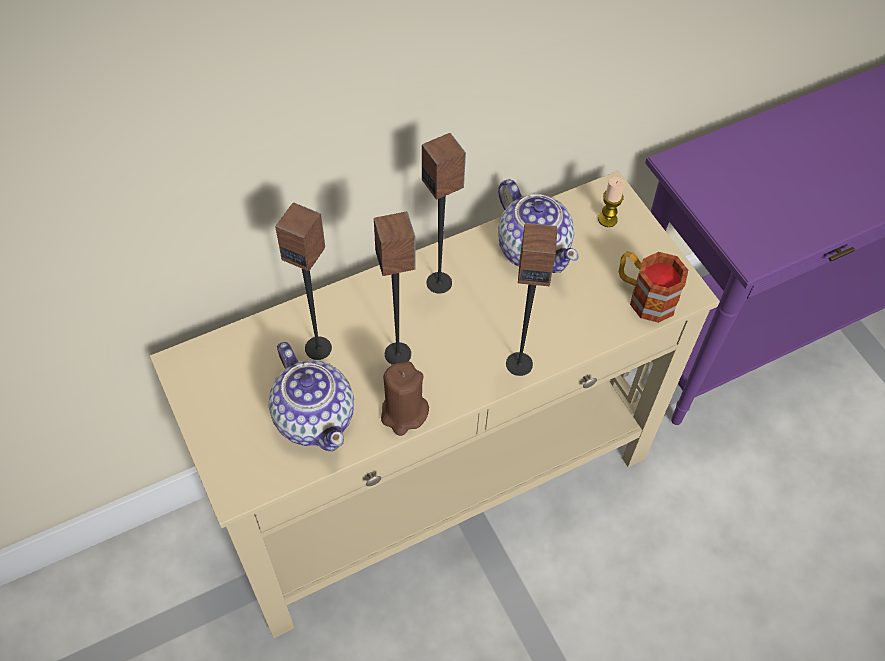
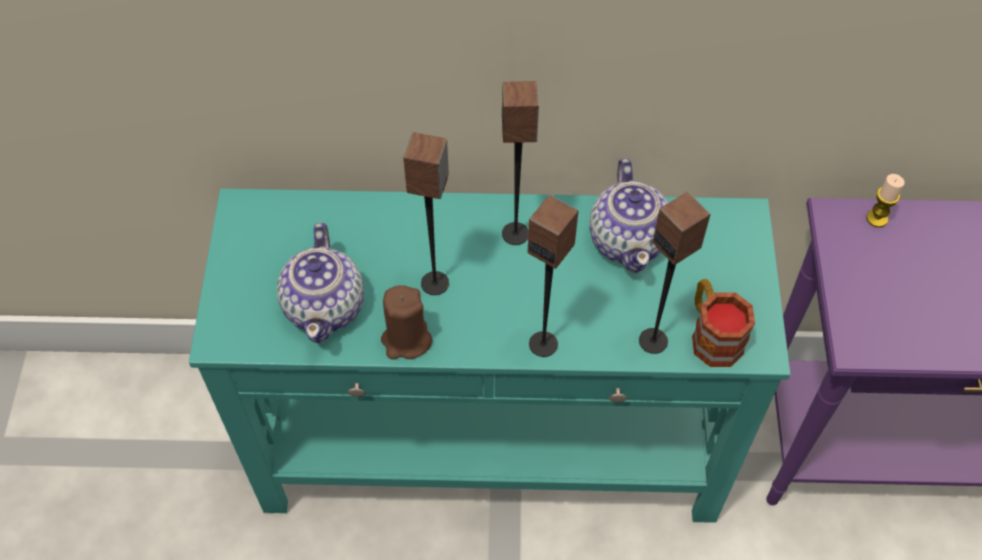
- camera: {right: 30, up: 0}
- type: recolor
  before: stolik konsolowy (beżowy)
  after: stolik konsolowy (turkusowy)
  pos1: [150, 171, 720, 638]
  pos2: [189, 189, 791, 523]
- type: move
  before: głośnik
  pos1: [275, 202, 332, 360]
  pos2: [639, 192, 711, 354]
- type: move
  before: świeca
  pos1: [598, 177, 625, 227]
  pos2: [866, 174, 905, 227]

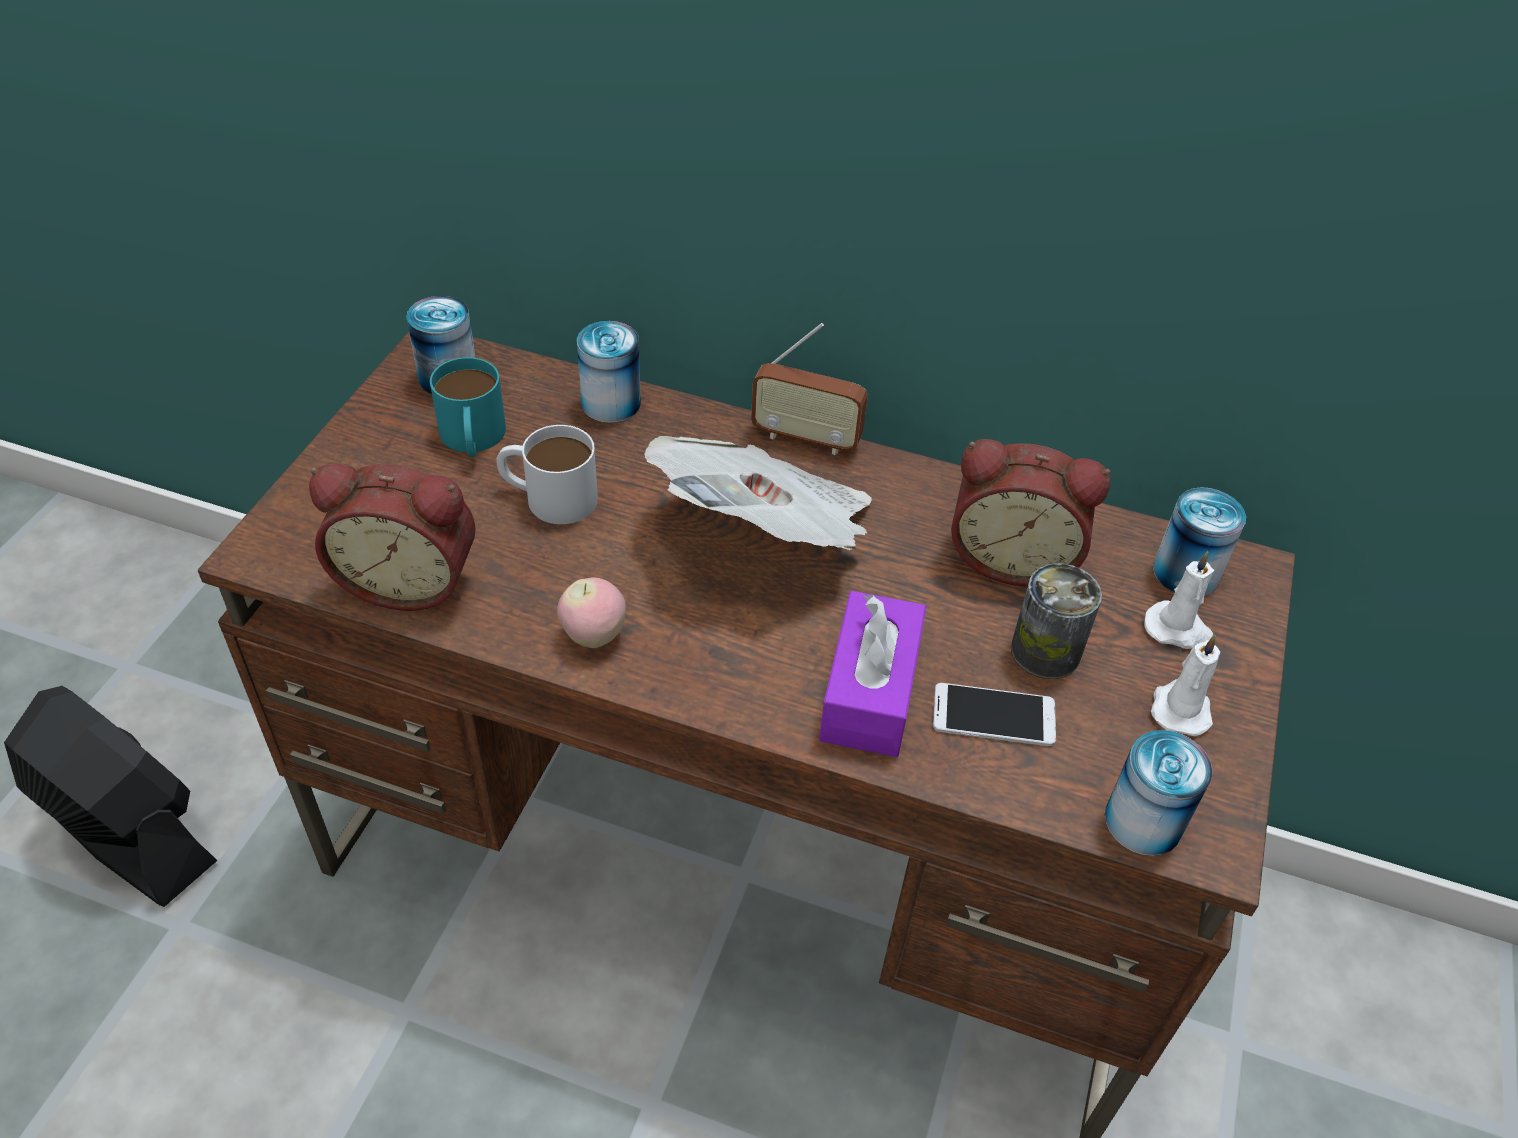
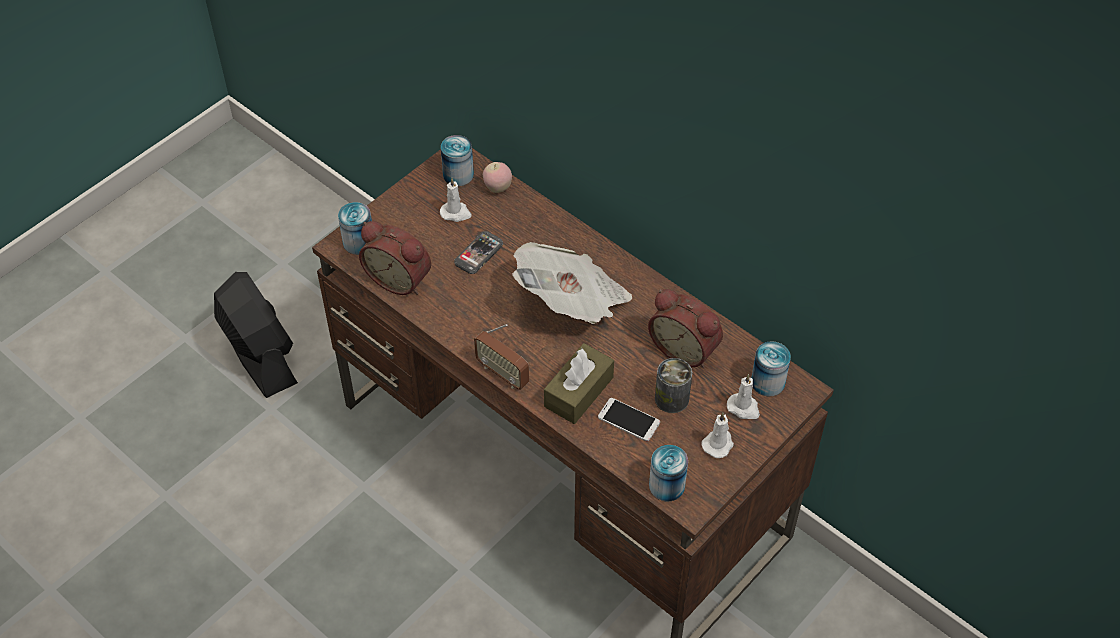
- camera: {right: 25, up: 5}
- type: move
  before: puszka
  pos1: [577, 321, 641, 423]
  pos2: [338, 202, 372, 255]
- type: replace
  before: kubek (turkusowy)
  after: świeca (biały)
  pos1: [430, 357, 506, 457]
  pos2: [440, 178, 472, 222]
- type: replace
  before: kubek (biały)
  after: telefon
  pos1: [496, 425, 598, 524]
  pos2: [454, 231, 503, 274]
- type: move
  before: radio
  pos1: [751, 323, 868, 455]
  pos2: [474, 324, 529, 390]
- type: move
  before: jabłko
  pos1: [557, 577, 626, 648]
  pos2: [483, 162, 512, 193]
- type: recolor
  before: pudełko chusteczek (fioletowy)
  after: pudełko chusteczek (brązowy)
  pos1: [819, 591, 926, 757]
  pos2: [544, 343, 614, 424]

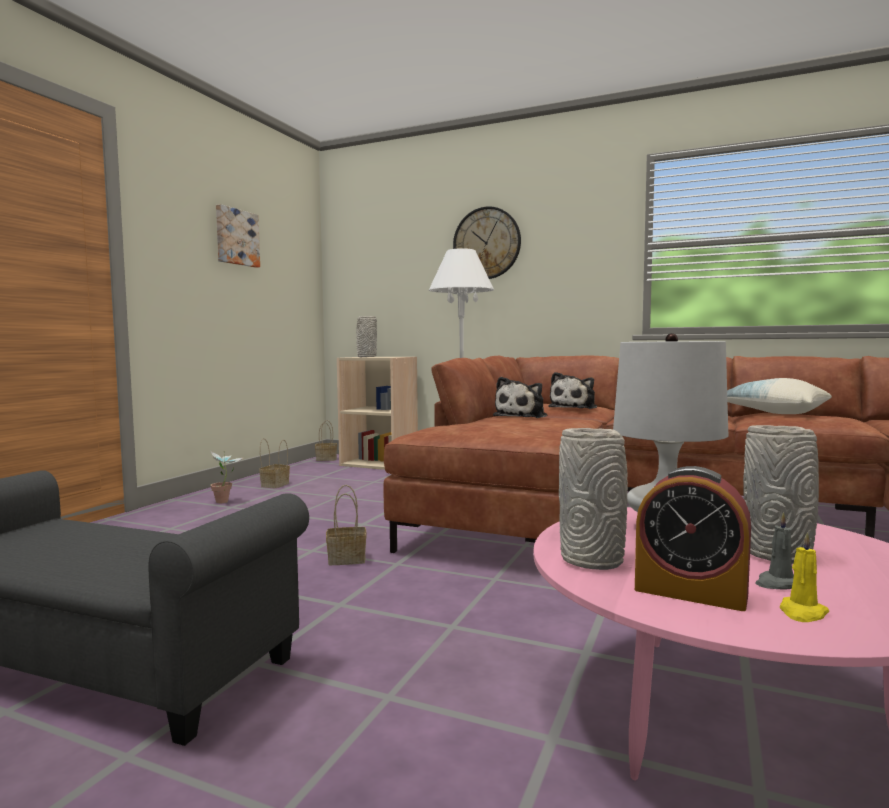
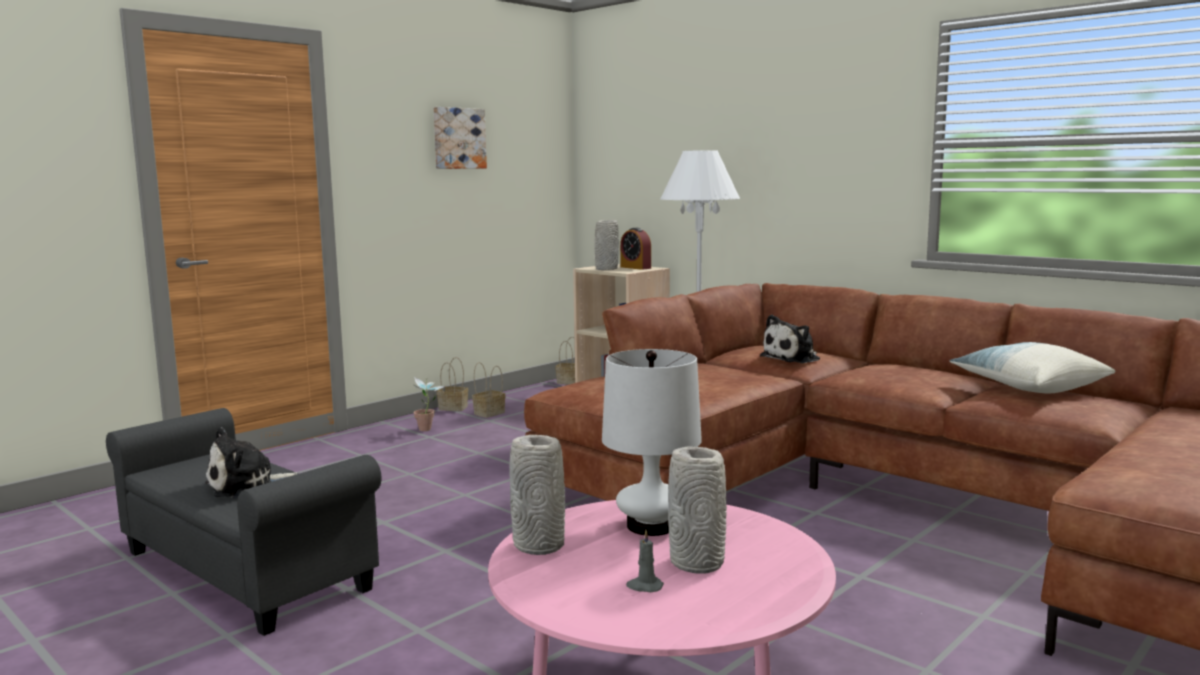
- camera: {right: 20, up: 5}
- type: move
  before: pluszak
  pos1: [493, 377, 547, 418]
  pos2: [205, 427, 298, 498]
- type: move
  before: koszyk
  pos1: [326, 485, 367, 565]
  pos2: [437, 357, 468, 411]
- type: move
  before: budzik
  pos1: [635, 466, 751, 611]
  pos2: [620, 228, 651, 270]
- type: delete
  before: zegar ścienny
  pos1: [453, 206, 521, 279]
- type: delete
  before: świeca (żółty)
  pos1: [780, 532, 829, 622]

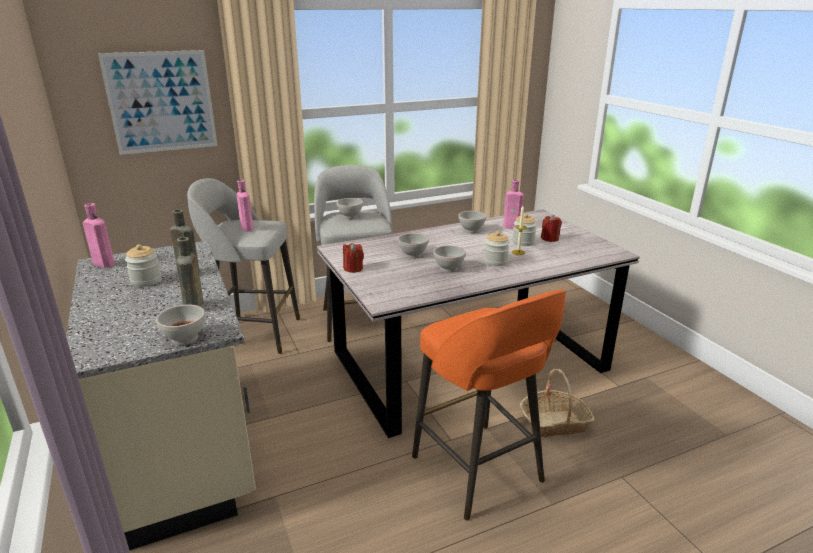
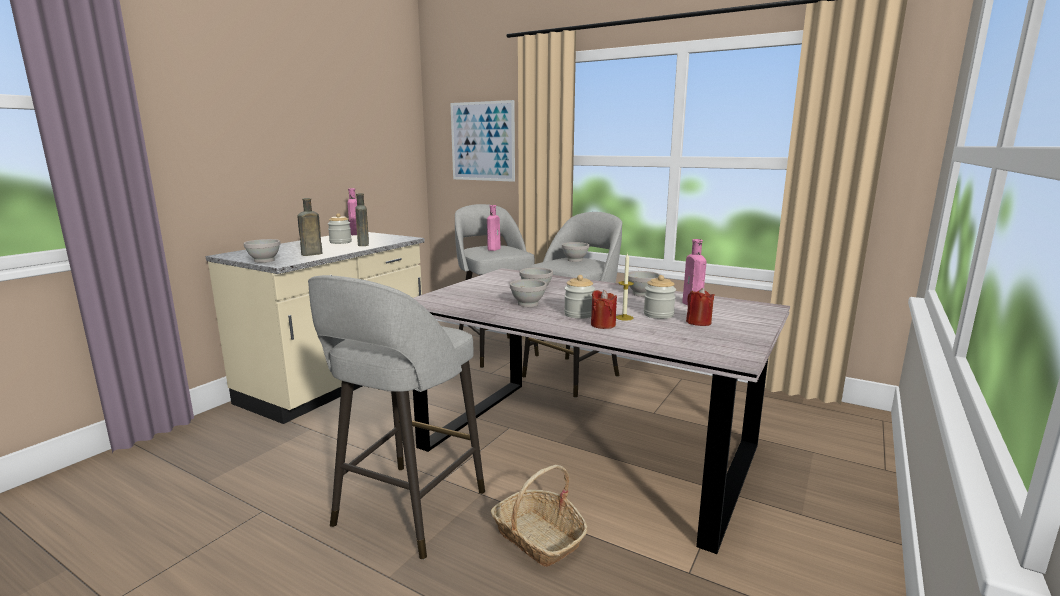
- camera: {right: 55, up: -10}
- type: recolor
  before: stołek (pomarańczowy)
  after: stołek (szary)
  pos1: [412, 289, 566, 520]
  pos2: [308, 275, 485, 560]
- type: move
  before: świeca (czerwony)
  pos1: [343, 243, 364, 273]
  pos2: [591, 290, 617, 329]

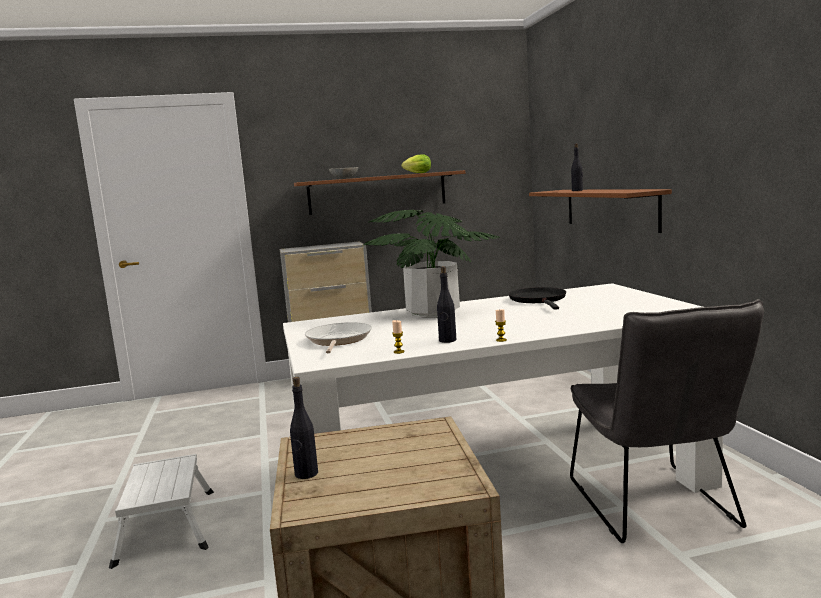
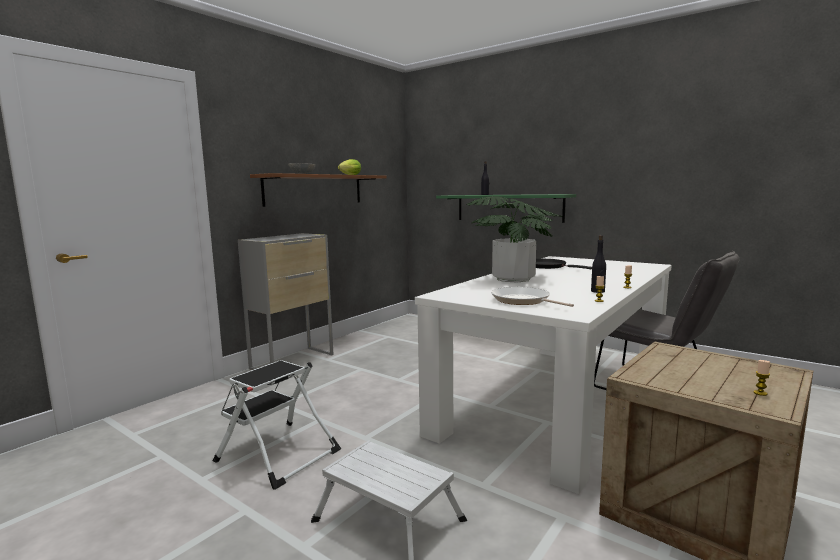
- camera: {right: -40, up: 0}
- type: insert
  after: drabinka
  pos2: [212, 360, 341, 490]
- type: recolor
  before: półka (brązowy)
  after: półka (zielony)
  pos1: [529, 189, 672, 233]
  pos2: [436, 194, 576, 223]
- type: insert
  after: świeca
  pos2: [753, 360, 770, 396]
- type: delete
  before: butelka (czarny)
  pos1: [290, 377, 318, 479]

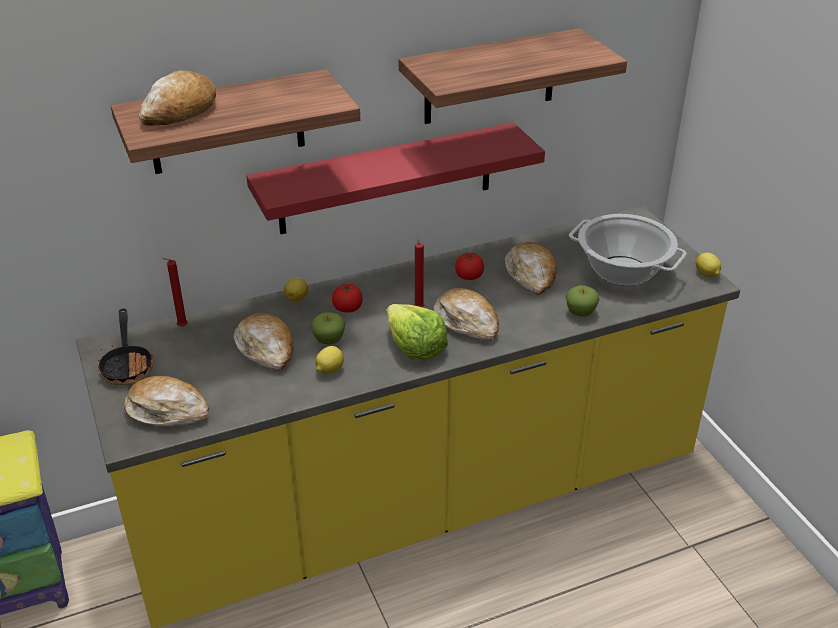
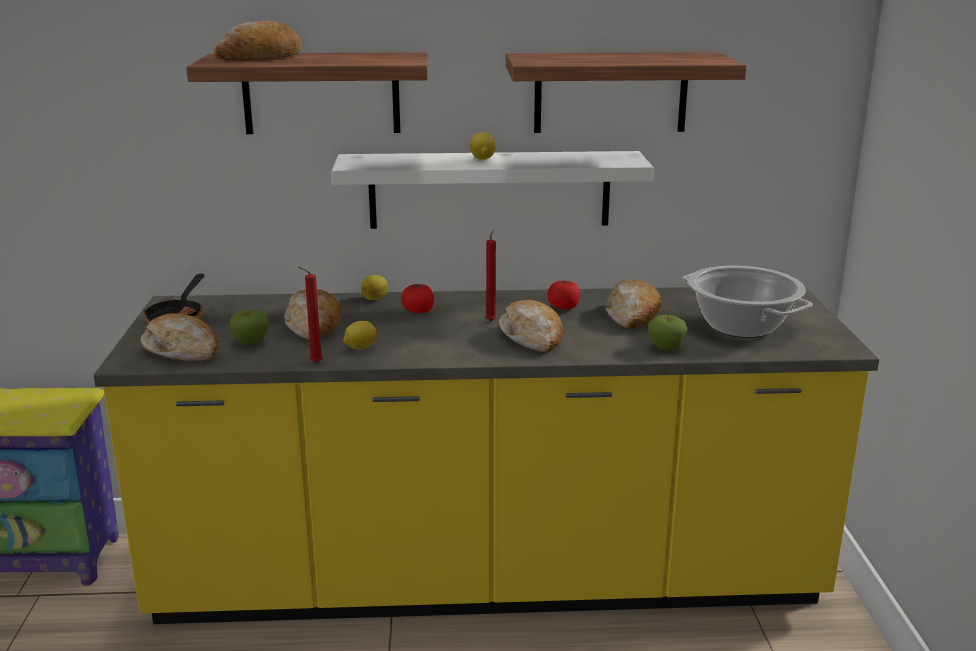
- camera: {right: 20, up: -15}
- type: move
  before: jabłko
  pos1: [311, 312, 345, 344]
  pos2: [229, 310, 269, 345]
- type: move
  before: świeca (czerwony)
  pos1: [161, 258, 188, 327]
  pos2: [299, 267, 323, 363]
- type: recolor
  before: półka (czerwony)
  after: półka (biały)
  pos1: [246, 123, 545, 234]
  pos2: [331, 151, 654, 229]
- type: move
  before: cytryna
  pos1: [696, 253, 721, 278]
  pos2: [470, 132, 496, 160]
- type: delete
  before: sałata
  pos1: [386, 304, 448, 360]

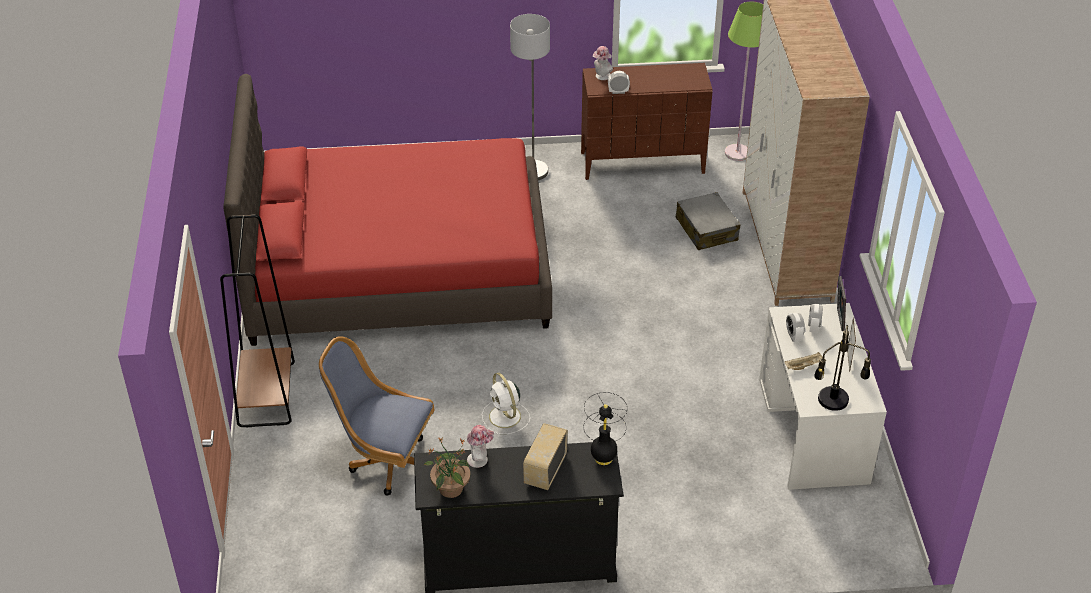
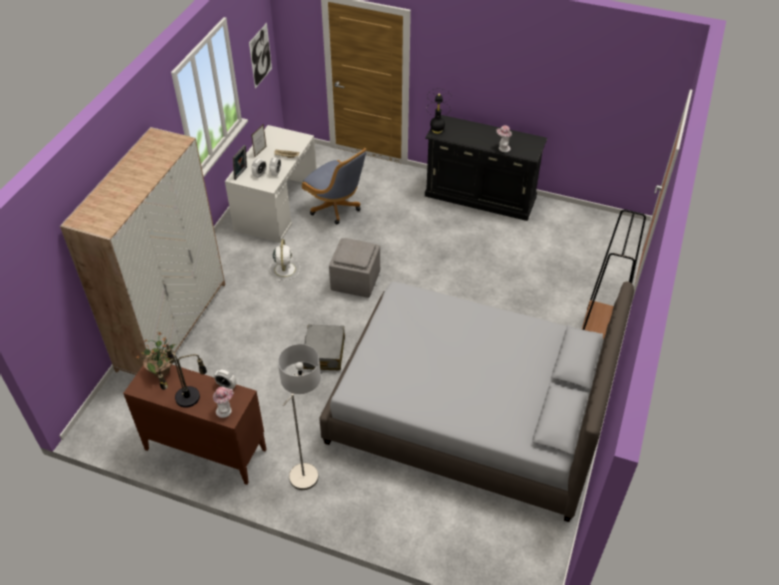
- camera: {right: -155, up: 5}
- type: move
  before: roślina doniczkowa
  pos1: [423, 437, 471, 498]
  pos2: [136, 331, 176, 377]
- type: move
  before: lampa stołowa
  pos1: [814, 325, 871, 411]
  pos2: [158, 344, 207, 408]
- type: insert
  after: obraz
  pos2: [249, 23, 272, 89]
- type: move
  before: wentylator (biały)
  pos1: [482, 373, 530, 434]
  pos2: [270, 239, 300, 281]
- type: move
  before: krzesło biurowe (niebieski)
  pos1: [319, 336, 434, 496]
  pos2: [302, 148, 366, 225]
- type: move
  before: walizka (szary)
  pos1: [676, 192, 740, 250]
  pos2: [303, 325, 345, 370]
- type: recolor
  before: łóżko (czerwony)
  after: łóżko (szary)
  pos1: [223, 74, 552, 346]
  pos2: [320, 281, 634, 522]
- type: insert
  after: pufa (szary)
  pos2: [329, 238, 380, 298]
- type: delete
  before: radio
  pos1: [523, 423, 568, 490]
- type: delete
  before: lampa stojąca (zielony)
  pos1: [725, 1, 763, 161]

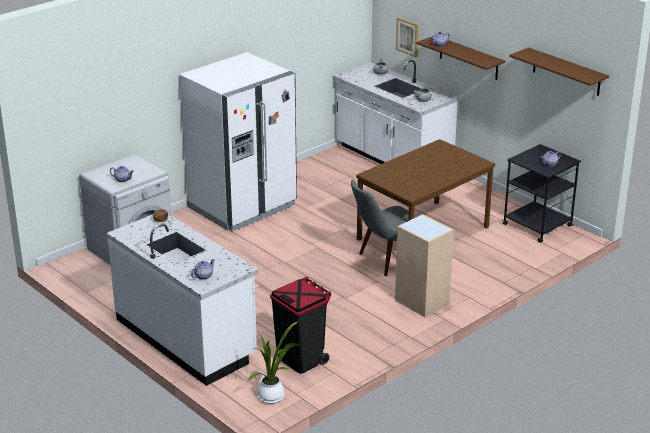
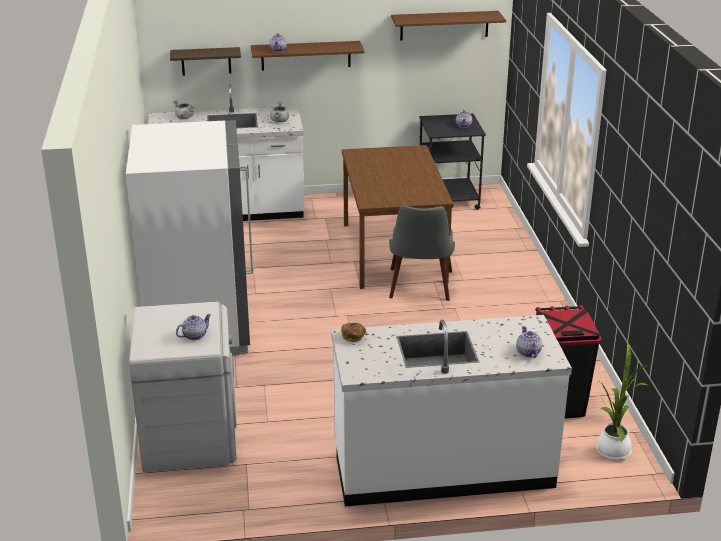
- camera: {right: -55, up: 0}
- type: replace
  before: obraz
  after: półka
  pos1: [396, 17, 419, 57]
  pos2: [170, 47, 241, 76]
- type: delete
  before: regał
  pos1: [395, 214, 454, 317]

